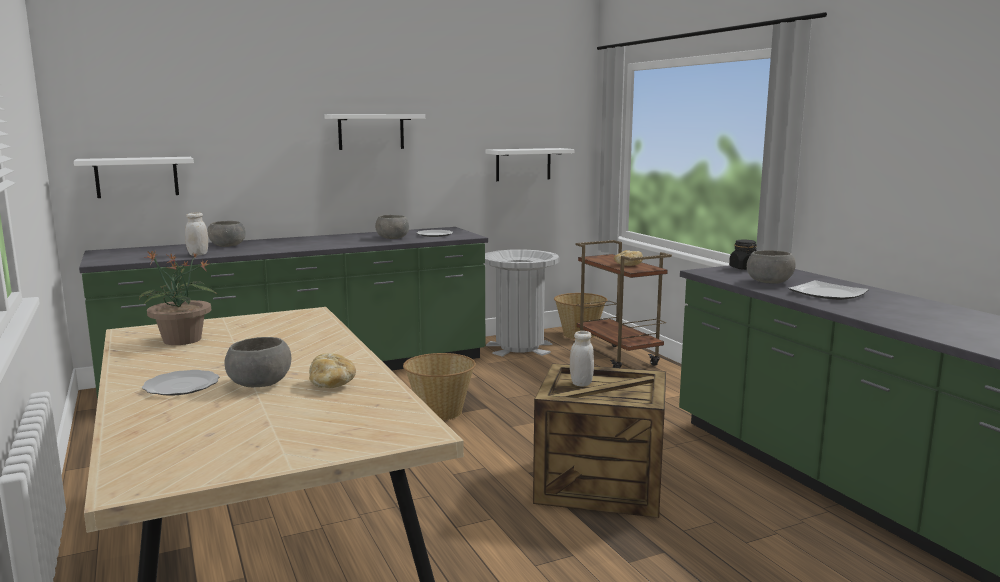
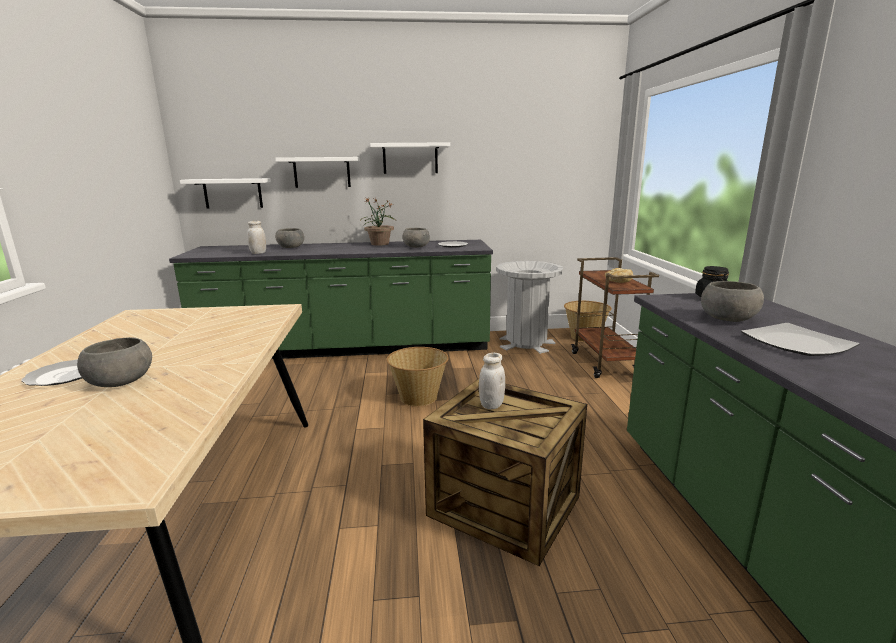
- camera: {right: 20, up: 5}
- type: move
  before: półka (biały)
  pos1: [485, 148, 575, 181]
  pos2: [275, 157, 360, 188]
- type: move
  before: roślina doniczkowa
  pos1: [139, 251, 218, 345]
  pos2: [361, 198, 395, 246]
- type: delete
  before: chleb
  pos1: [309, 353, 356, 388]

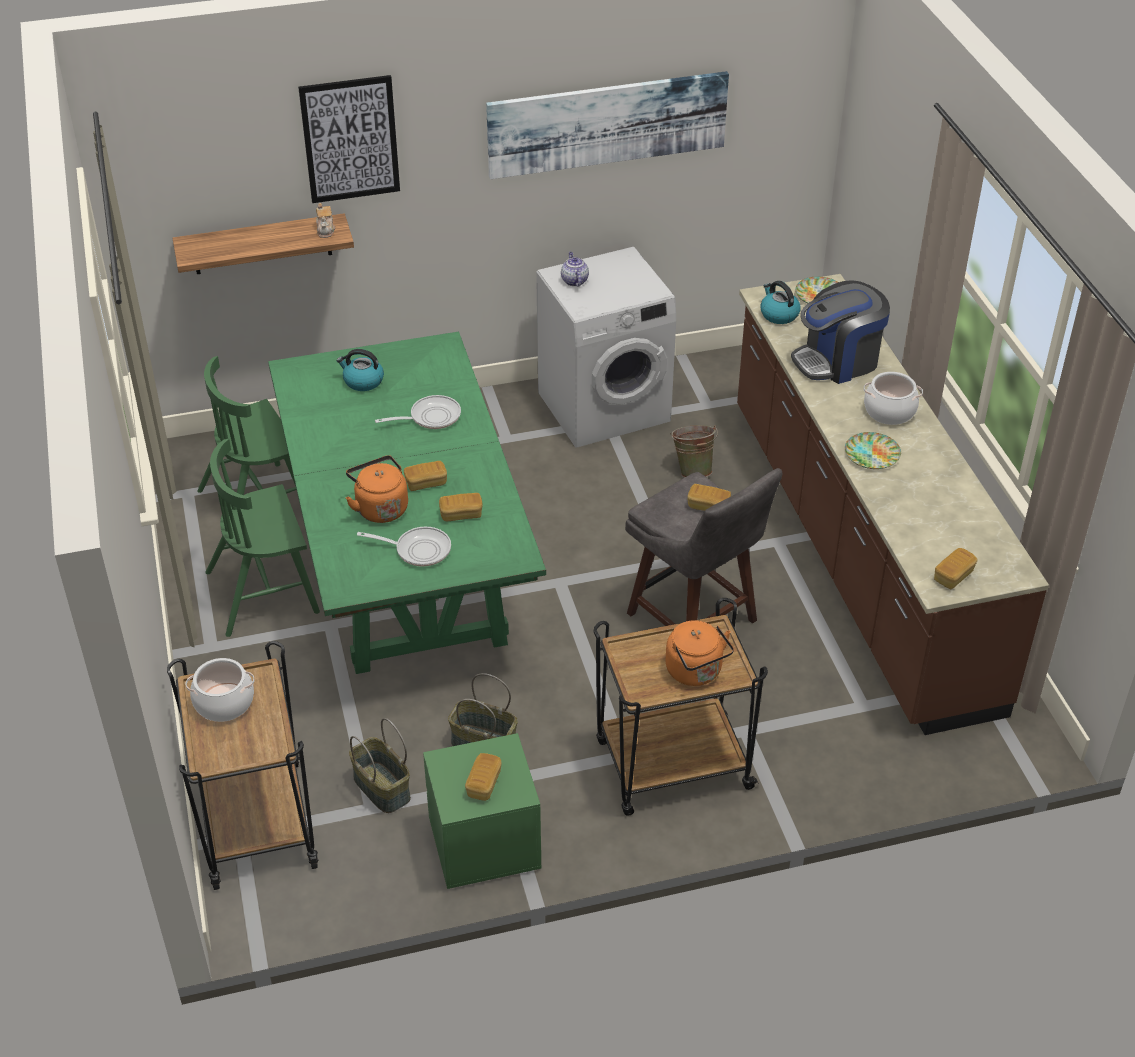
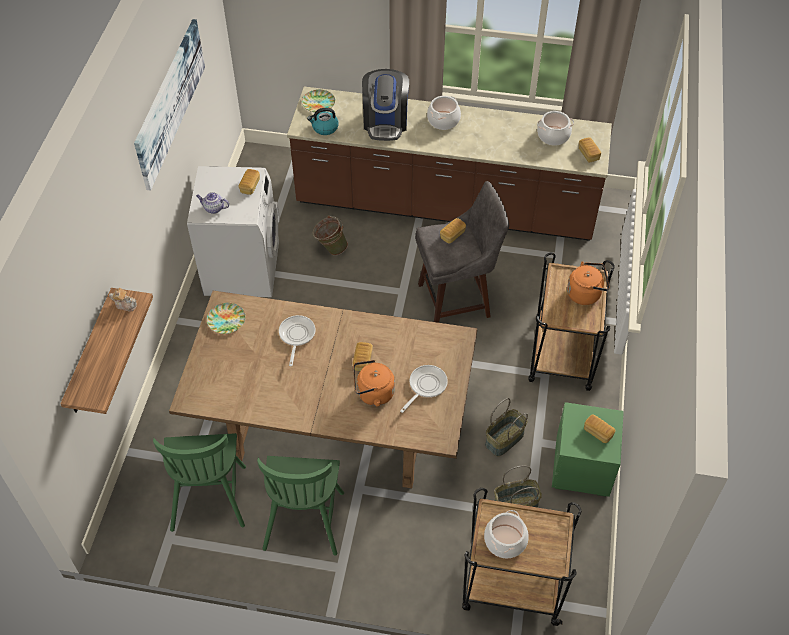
- camera: {right: -65, up: 10}
- type: recolor
  before: stół jadalny (zielony)
  after: stół jadalny (brązowy)
  pos1: [268, 332, 546, 674]
  pos2: [169, 291, 478, 488]
- type: move
  before: talerz
  pos1: [845, 432, 901, 469]
  pos2: [207, 303, 246, 334]
- type: move
  before: chleb
  pos1: [439, 493, 483, 521]
  pos2: [238, 169, 260, 195]
- type: insert
  after: garnek
  pos2: [537, 111, 574, 146]
- type: delete
  before: obraz
  pos1: [298, 75, 400, 203]
- type: delete
  before: czajnik
  pos1: [337, 349, 384, 391]

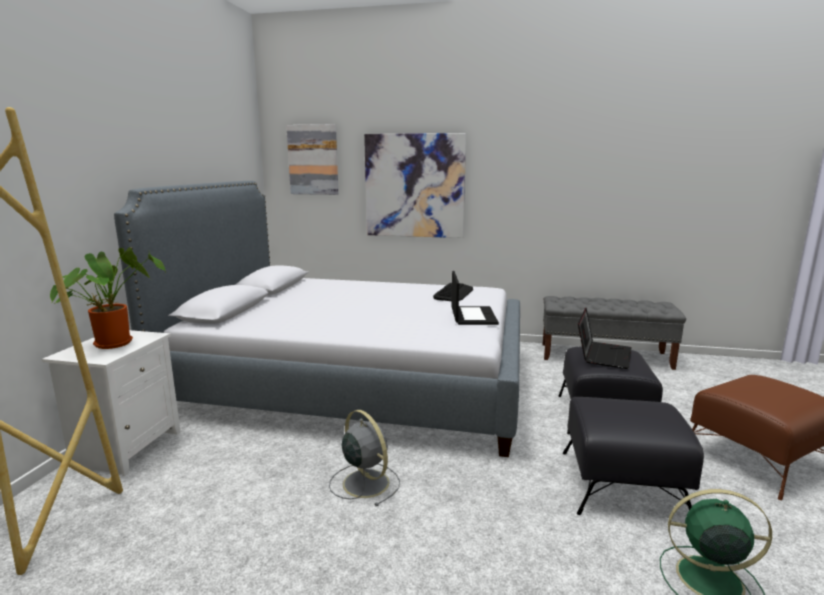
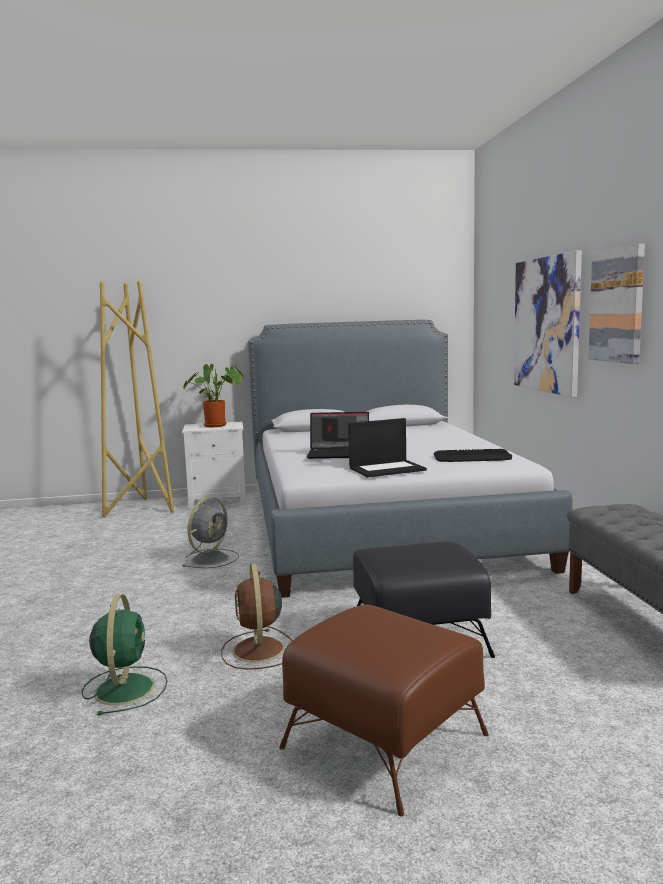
- camera: {right: 70, up: -5}
- type: replace
  before: pufa (czarny)
  after: wentylator (brązowy)
  pos1: [563, 397, 704, 515]
  pos2: [221, 564, 293, 670]
- type: move
  before: laptop
  pos1: [578, 308, 632, 369]
  pos2: [307, 412, 369, 459]
- type: move
  before: obraz
  pos1: [286, 124, 338, 195]
  pos2: [588, 244, 645, 364]

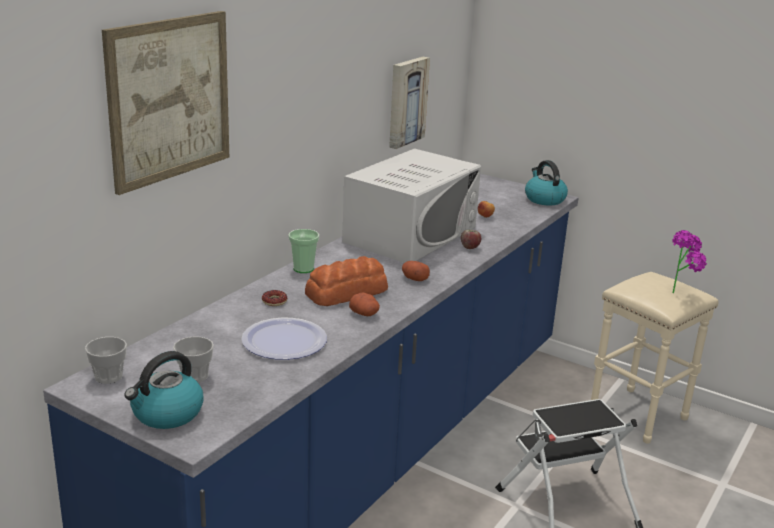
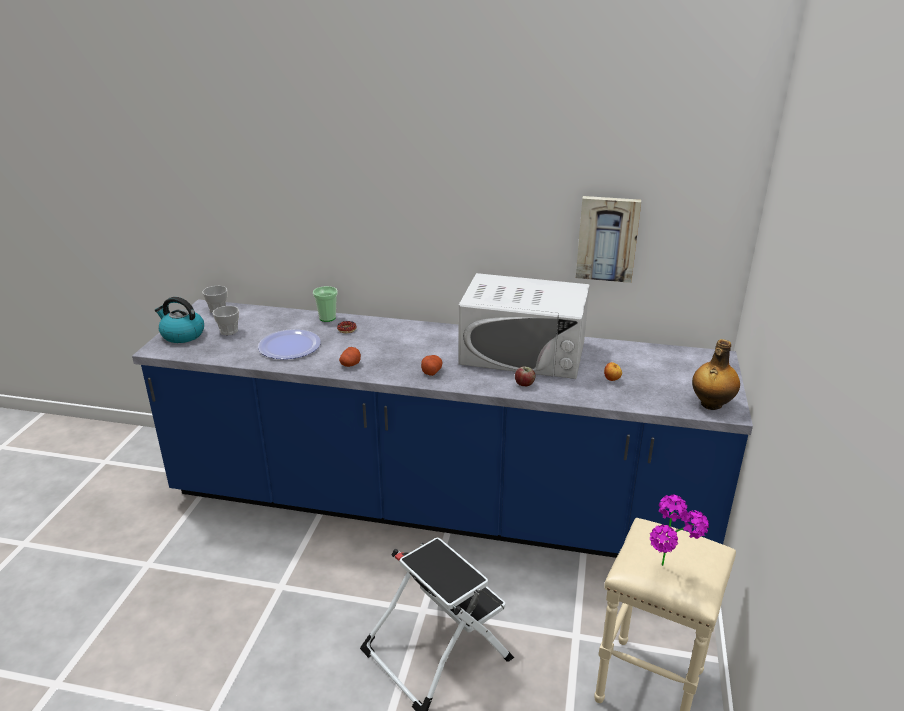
- camera: {right: 70, up: 5}
- type: move
  before: filiżanka
  pos1: [288, 229, 319, 273]
  pos2: [313, 286, 338, 322]
- type: replace
  before: czajnik
  after: butelka
  pos1: [525, 160, 568, 206]
  pos2: [692, 339, 740, 410]
- type: delete
  before: obraz
  pos1: [102, 11, 229, 195]
- type: delete
  before: chleb
  pos1: [305, 256, 388, 306]

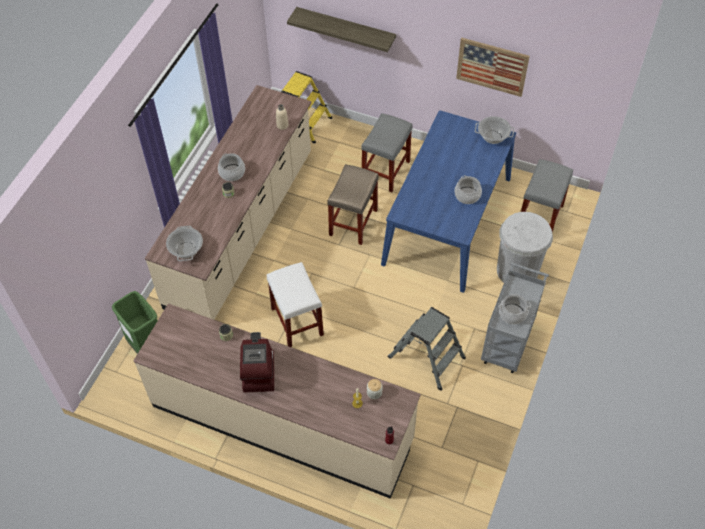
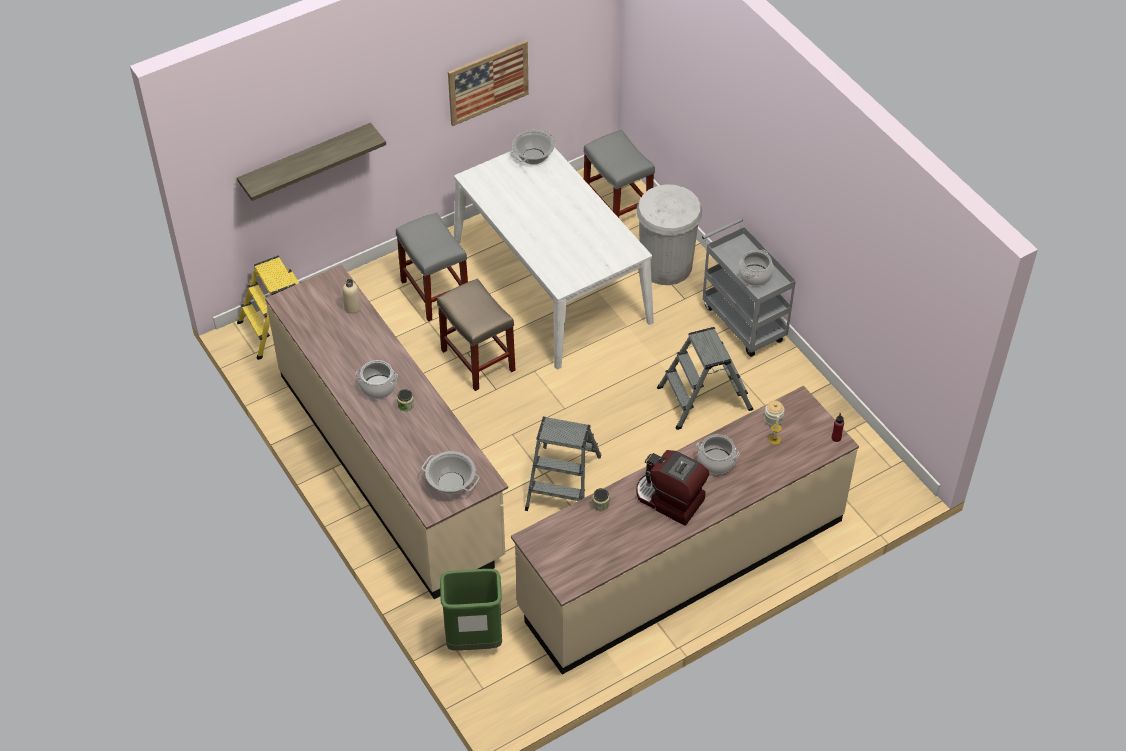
- camera: {right: -55, up: -5}
- type: recolor
  before: stół jadalny (niebieski)
  after: stół jadalny (biały)
  pos1: [381, 110, 516, 293]
  pos2: [454, 148, 654, 369]
- type: replace
  before: stołek (biały)
  after: drabinka (szary)
  pos1: [267, 262, 324, 347]
  pos2: [525, 416, 601, 511]
- type: move
  before: garnek
  pos1: [455, 175, 482, 204]
  pos2: [696, 434, 739, 474]

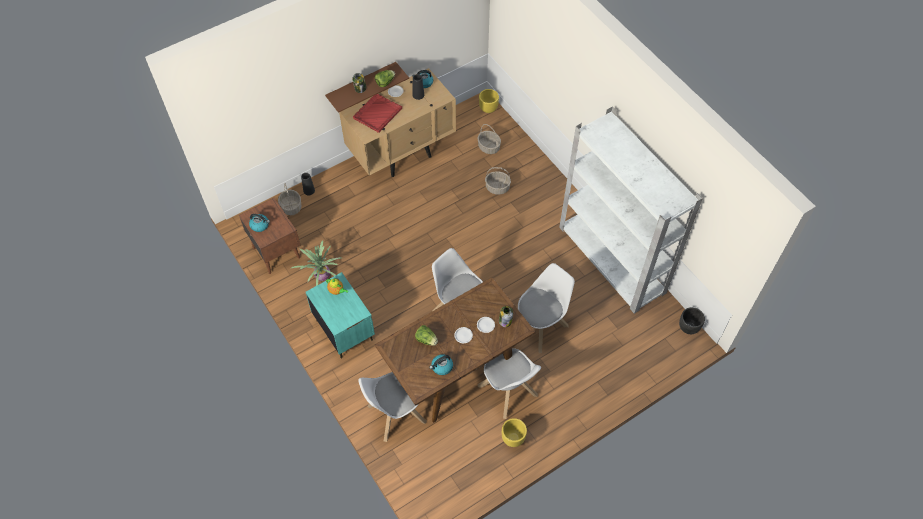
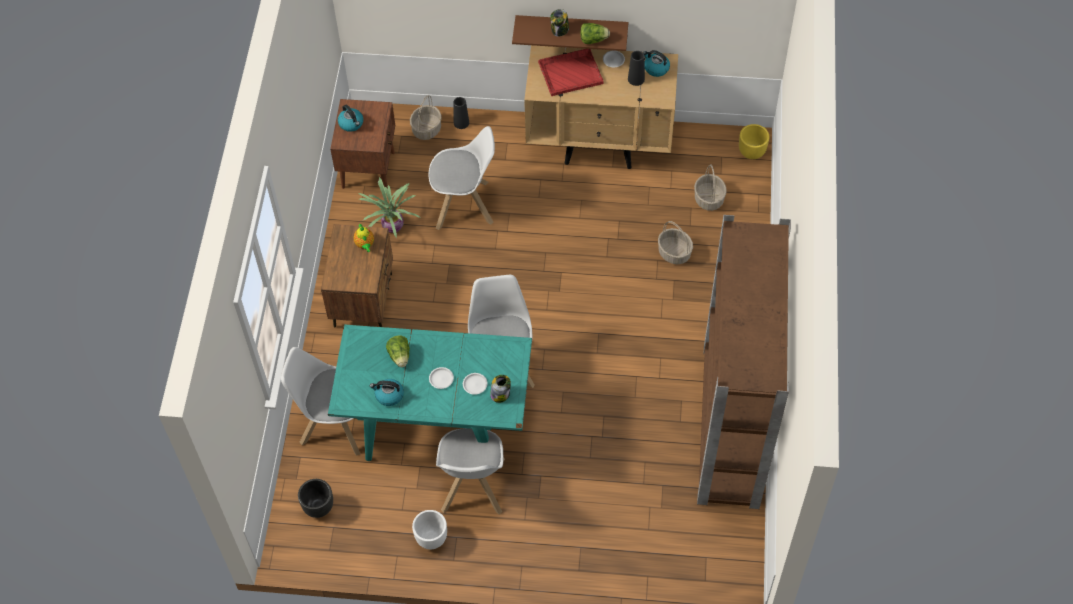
- camera: {right: 40, up: 0}
- type: move
  before: donica (czarny)
  pos1: [679, 307, 705, 334]
  pos2: [298, 479, 333, 518]
- type: recolor
  before: szafka nocna (turkusowy)
  after: szafka nocna (brązowy)
  pos1: [306, 272, 375, 359]
  pos2: [321, 224, 393, 327]
- type: recolor
  before: stół jadalny (brązowy)
  after: stół jadalny (turkusowy)
  pos1: [375, 277, 536, 422]
  pos2: [328, 324, 532, 461]
- type: recolor
  before: donica (żółty)
  after: donica (biały)
  pos1: [502, 418, 527, 447]
  pos2: [412, 510, 447, 549]
- type: move
  before: krzesło
  pos1: [518, 263, 575, 353]
  pos2: [429, 126, 495, 230]
- type: recolor
  before: regał (biały)
  after: regał (brązowy)
  pos1: [559, 106, 703, 314]
  pos2: [697, 215, 791, 509]

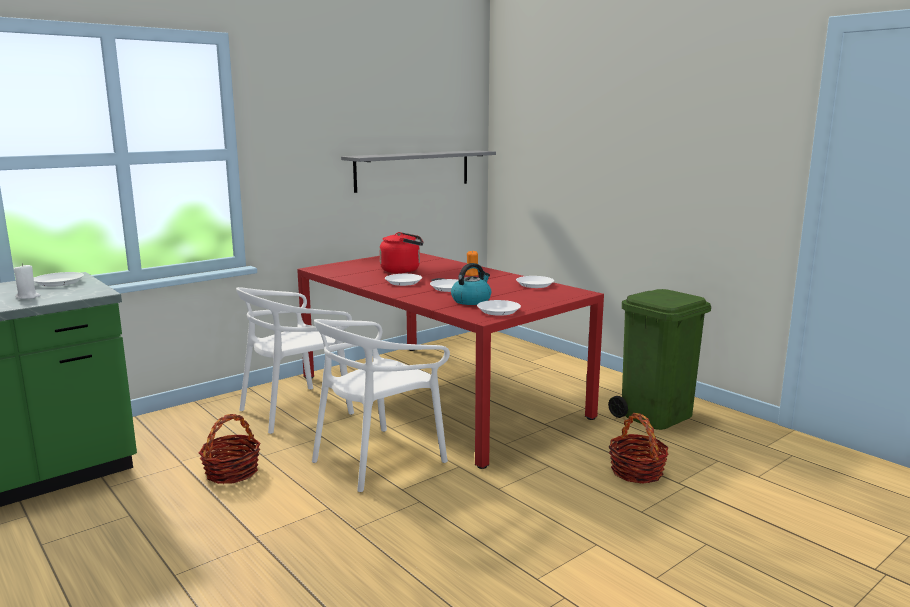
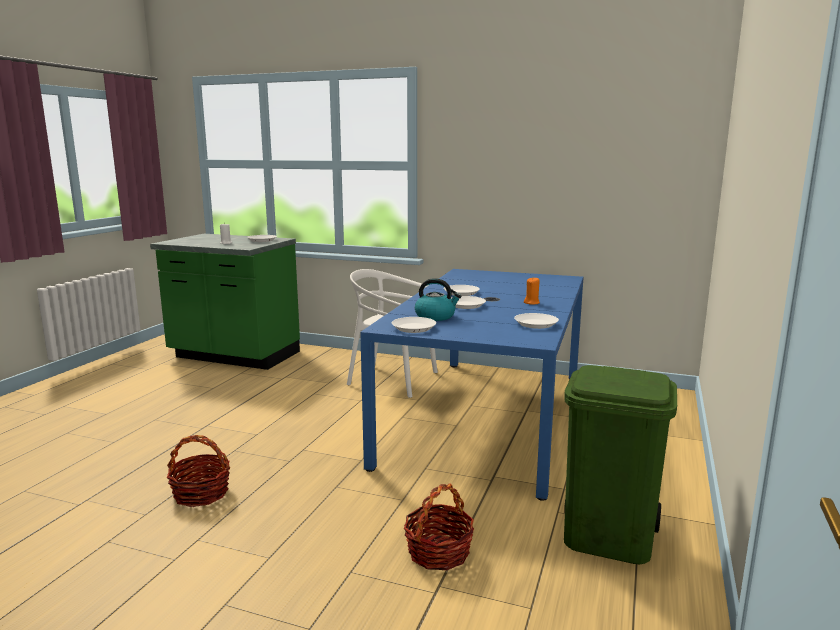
- camera: {right: 60, up: 0}
- type: move
  before: koszyk
  pos1: [198, 414, 260, 484]
  pos2: [167, 435, 230, 507]
- type: recolor
  before: stół jadalny (czerwony)
  after: stół jadalny (niebieski)
  pos1: [297, 253, 604, 469]
  pos2: [360, 269, 584, 501]
- type: delete
  before: krzesło (biały)
  pos1: [312, 319, 450, 492]
- type: delete
  before: półka (szary)
  pos1: [341, 150, 496, 193]
- type: delete
  before: czajnik (czerwony)
  pos1: [380, 232, 423, 273]

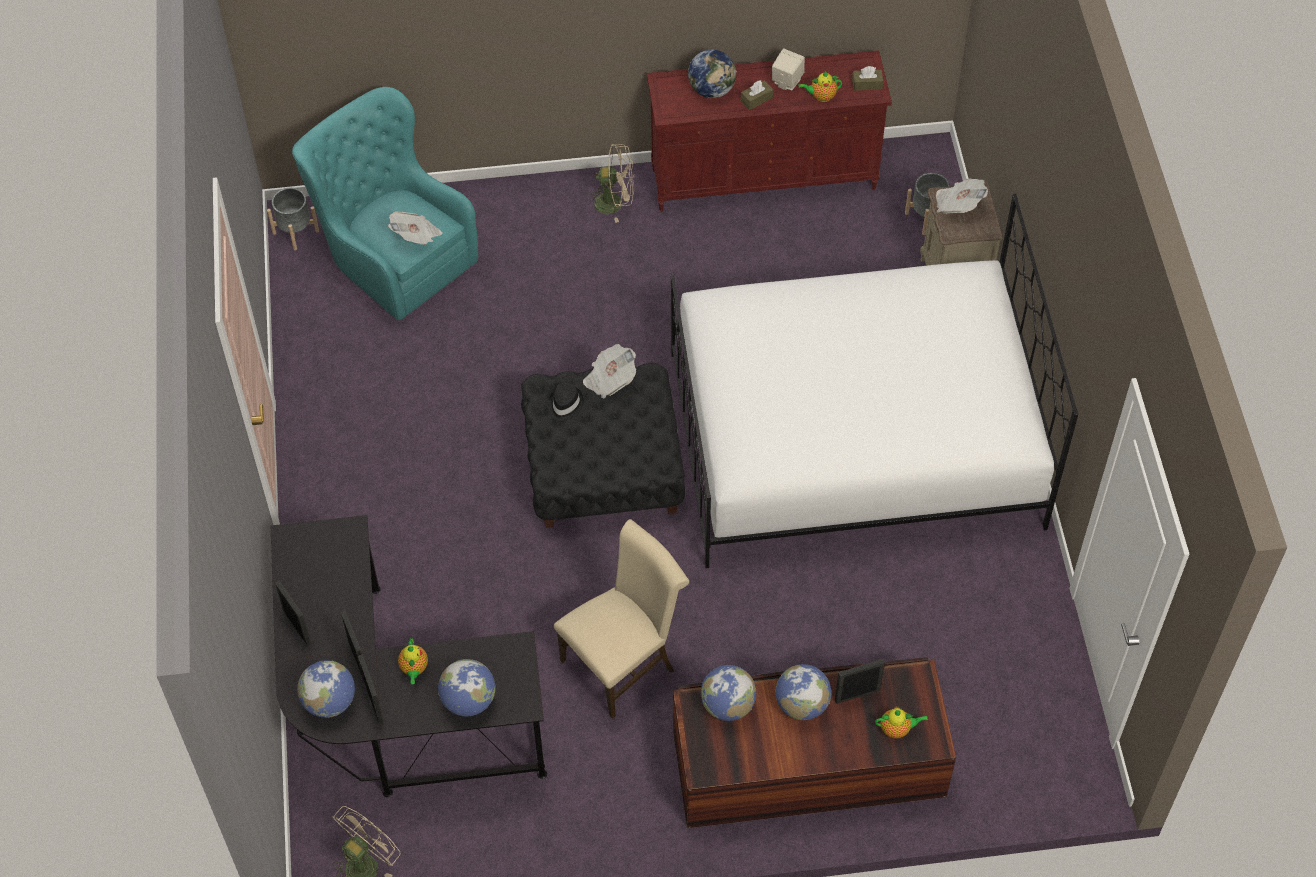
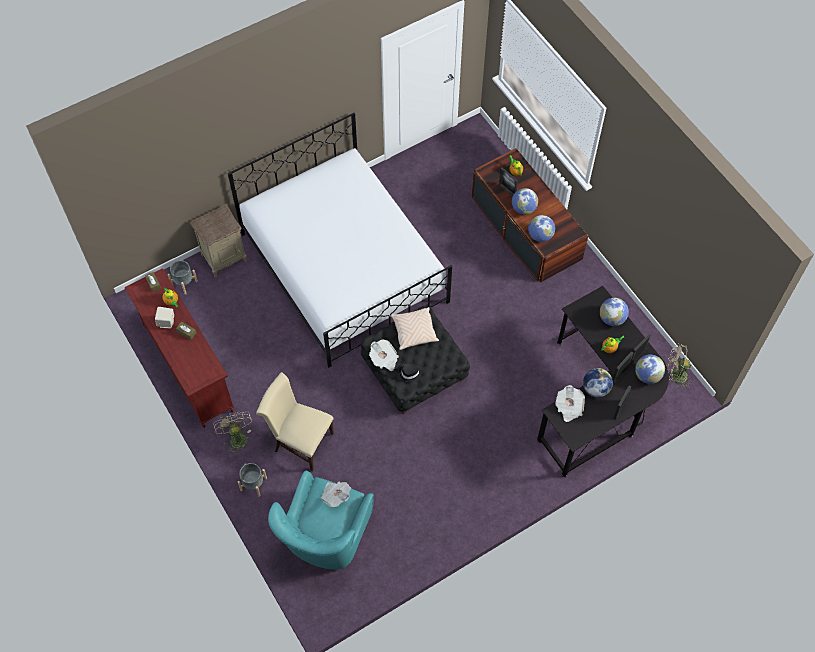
- camera: {right: -115, up: 5}
- type: move
  before: donica (szary)
  pos1: [267, 188, 319, 250]
  pos2: [238, 463, 267, 497]
- type: move
  before: krzesło (beżowy)
  pos1: [554, 519, 689, 719]
  pos2: [256, 372, 334, 471]
- type: insert
  after: poduszka (beżowy)
  pos2: [391, 307, 439, 350]
- type: move
  before: gazeta
  pos1: [936, 178, 988, 213]
  pos2: [555, 385, 585, 422]
- type: move
  before: globus
  pos1: [688, 50, 736, 98]
  pos2: [583, 368, 613, 398]

